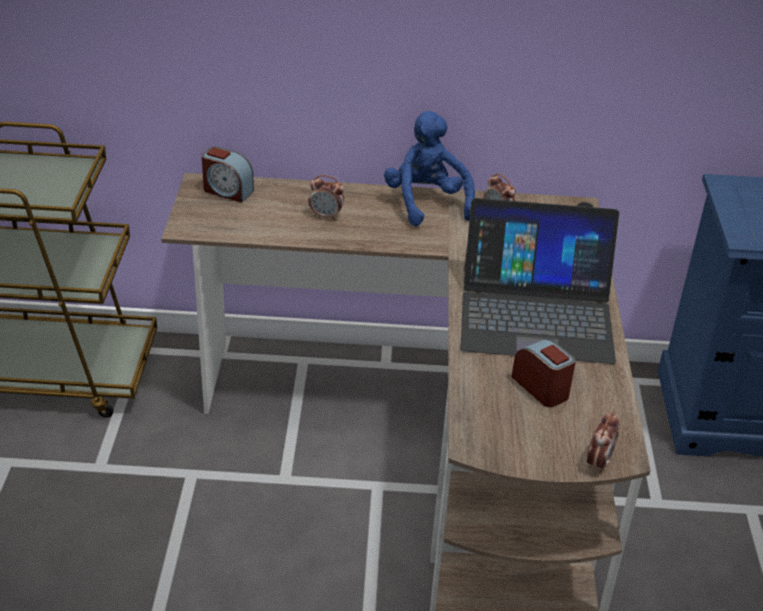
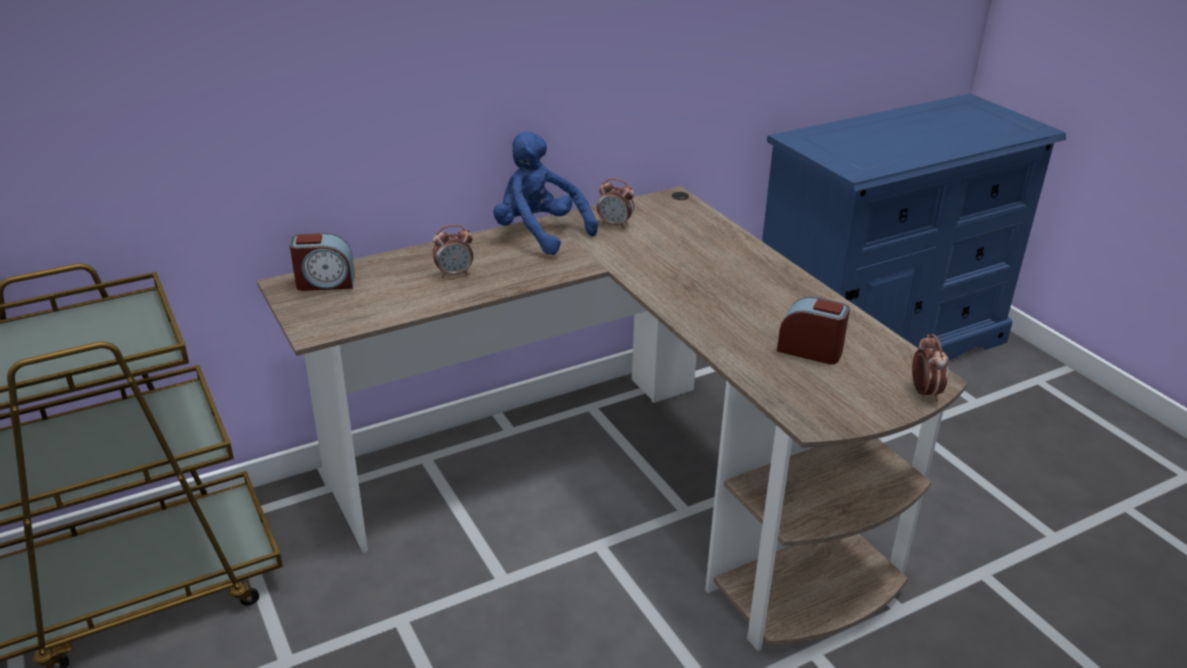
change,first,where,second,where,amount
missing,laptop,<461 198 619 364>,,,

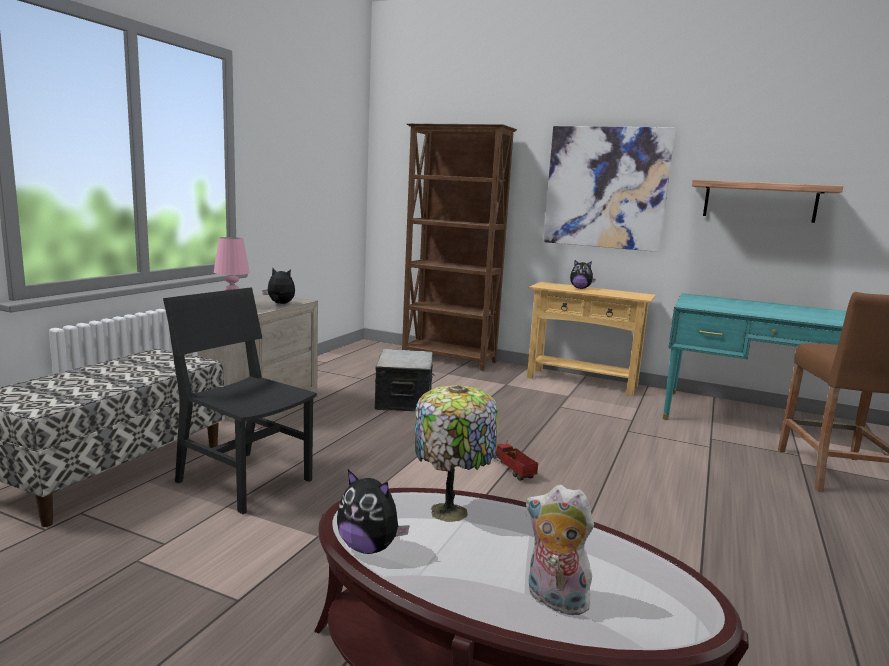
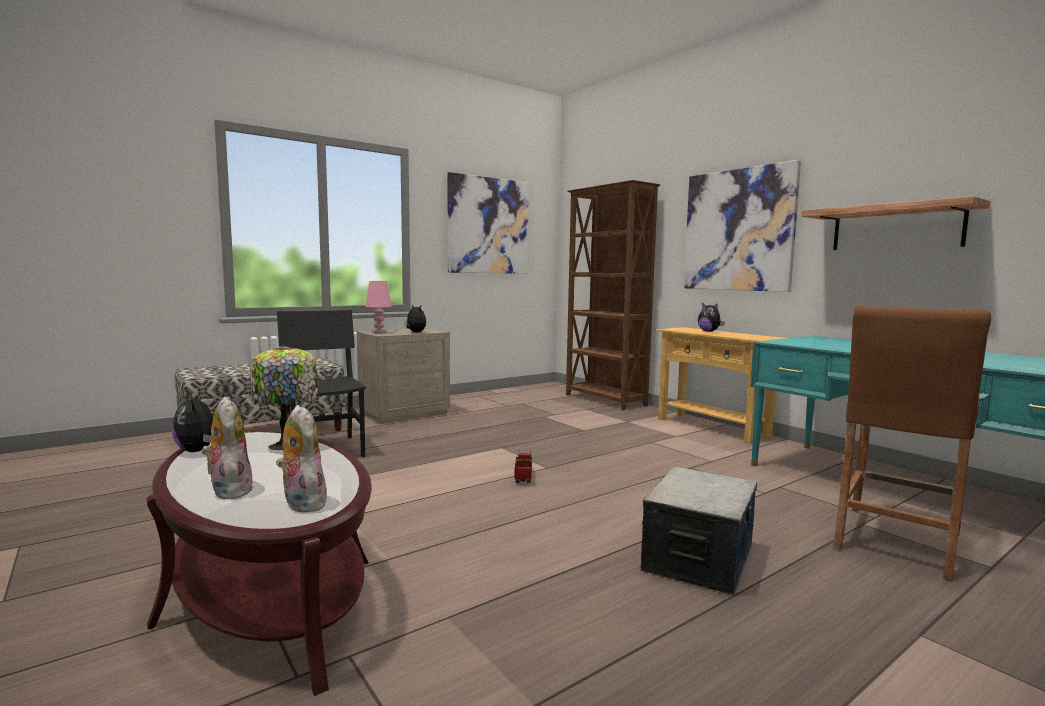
change,first,where,second,where,amount
relocated,storage bin,<375 349 434 411>,,<641 467 757 595>,
appeared,,,wall art,<447 172 529 274>,
appeared,,,soft toy,<276 405 327 513>,

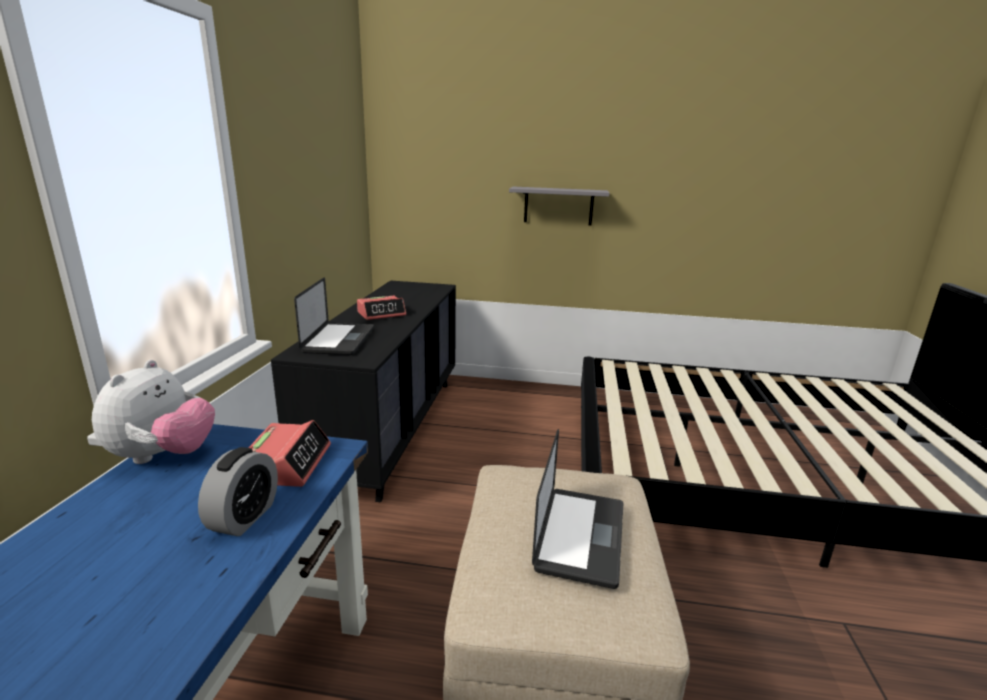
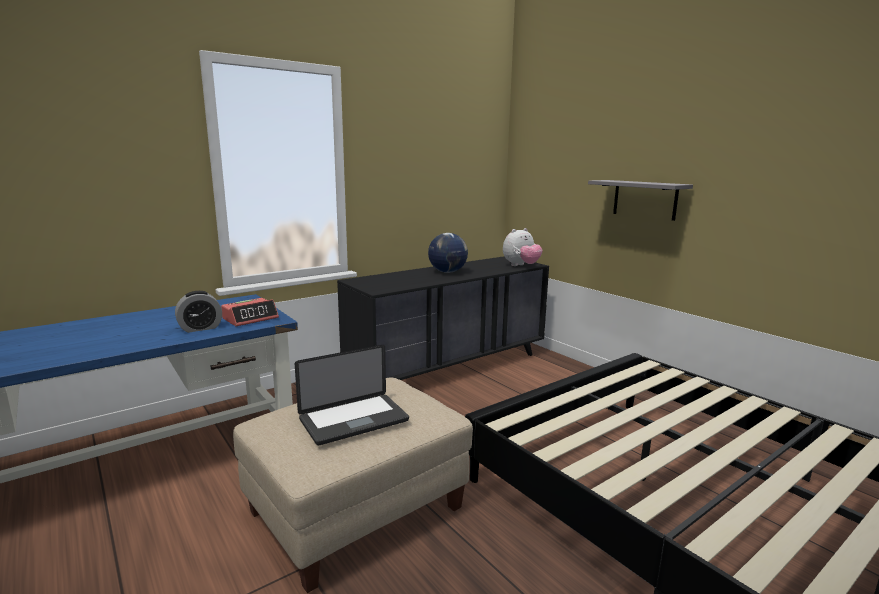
change,first,where,second,where,amount
missing,laptop,<294 278 374 355>,,,
exchanged,bedside clock,<357 296 406 320>,desk globe,<428 233 468 273>,
relocated,soft toy,<92 360 215 464>,,<503 228 543 266>,

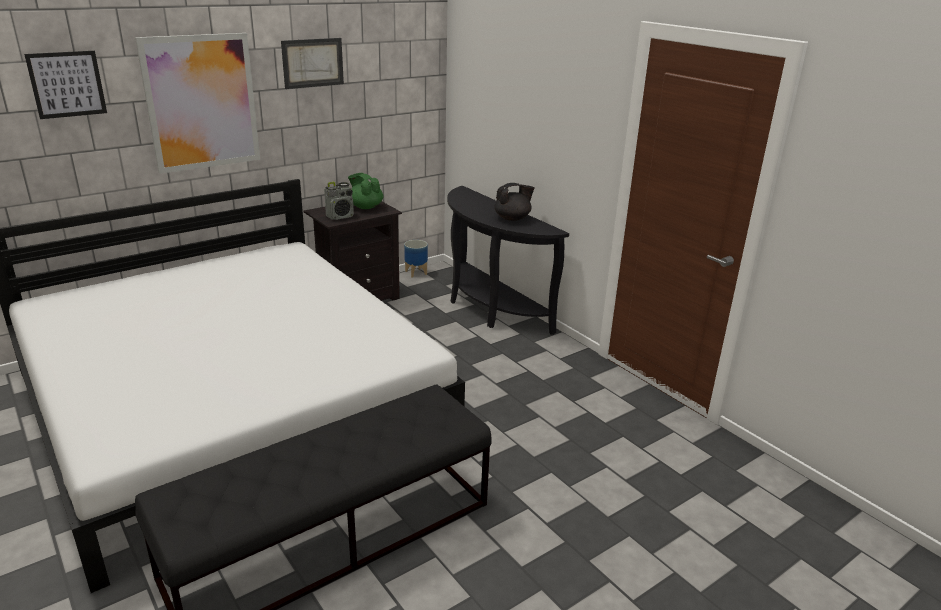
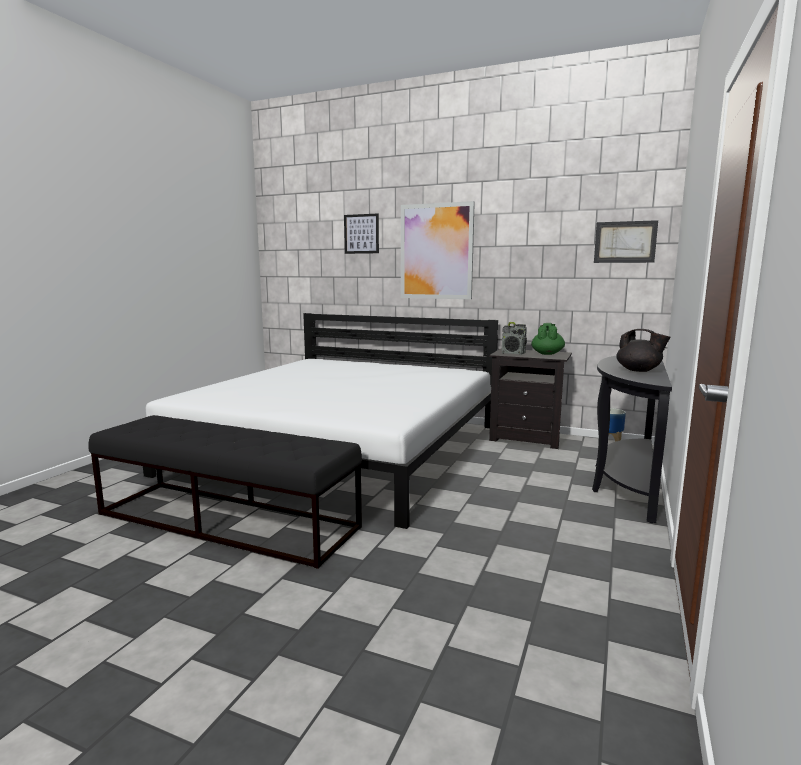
change,first,where,second,where,amount
relocated,wall art,<281 38 344 89>,,<594 220 658 263>,

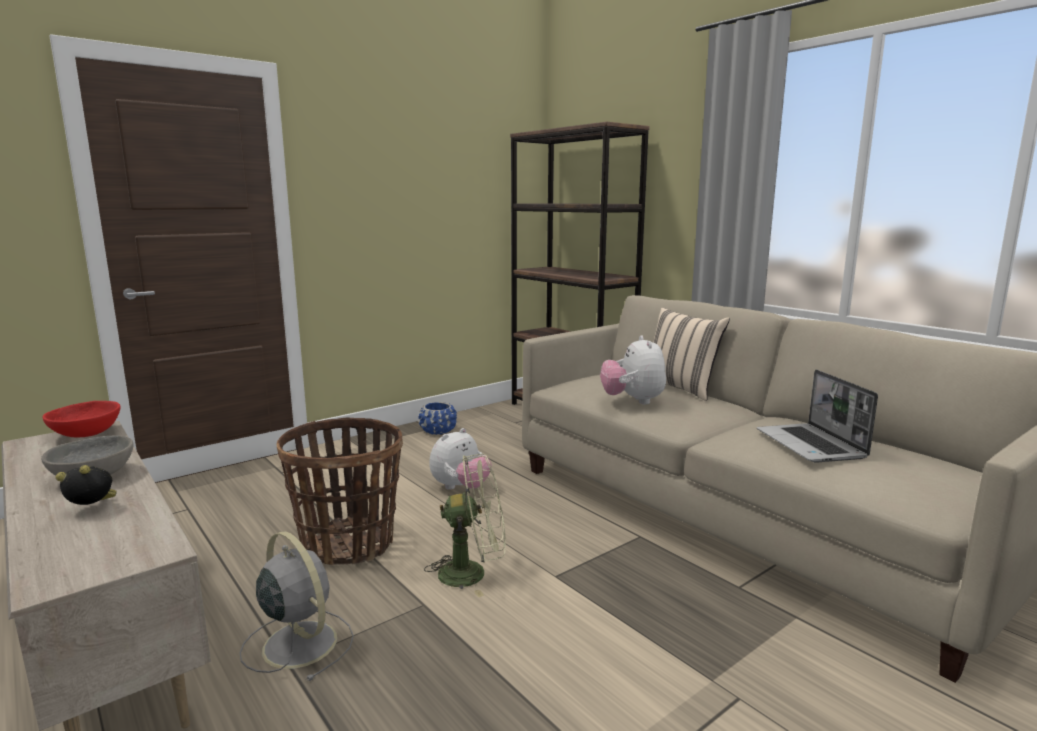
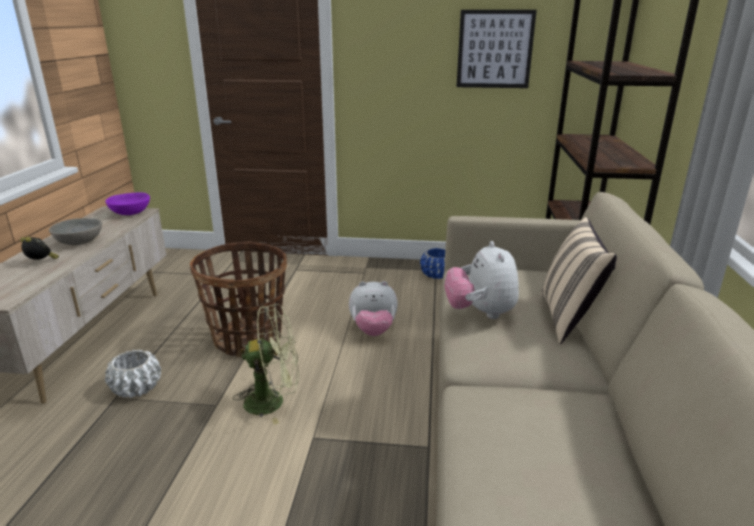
change,first,where,second,where,amount
spun,soft toy,<600 335 666 404>,,<444 241 519 319>,45 degrees counterclockwise
missing,laptop,<757 370 878 463>,,,
colour,reddish deep dish,<42 401 121 438>,purple deep dish,<105 193 150 215>,
spun,greenish cooling fan,<424 454 506 597>,,<233 304 299 425>,45 degrees counterclockwise
exchanged,gray cooling fan,<240 531 354 681>,whitish plant pot,<105 350 161 398>,
appeared,,,wall art,<456 10 537 88>,

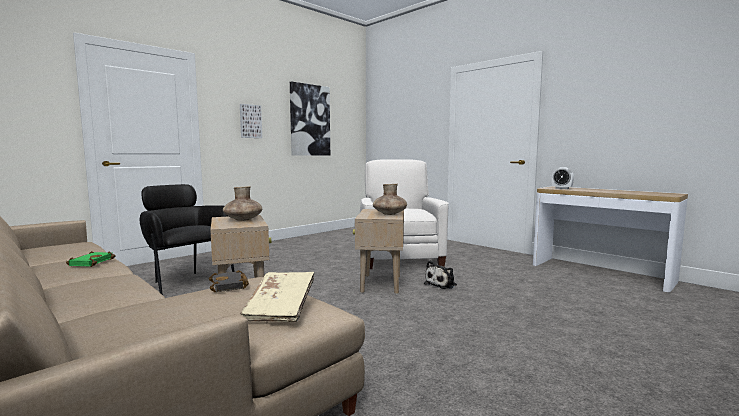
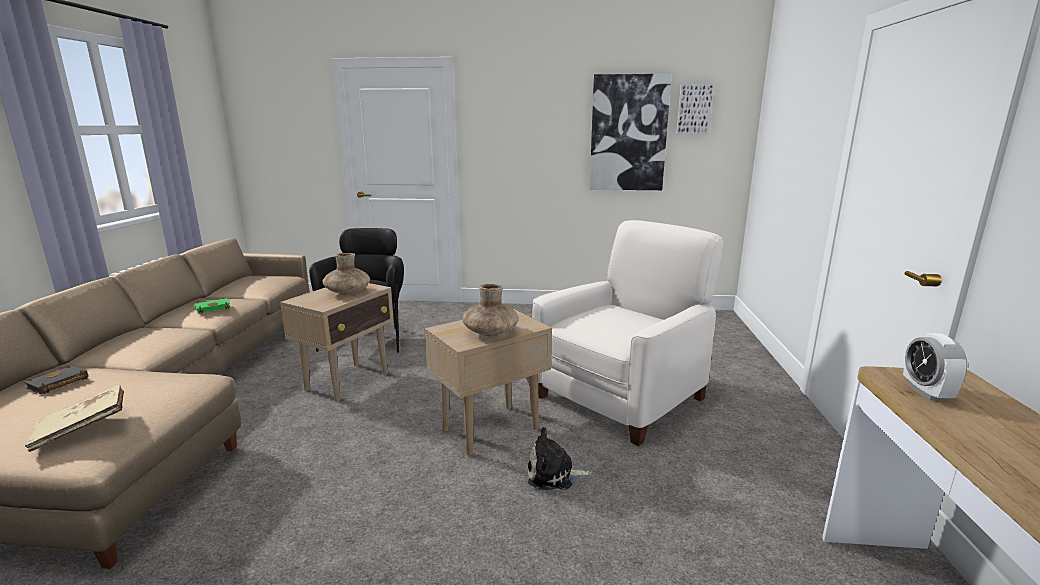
change,first,where,second,where,amount
relocated,wall art,<240 104 262 138>,,<676 84 714 134>,
relocated,black-coloured volume,<209 270 248 292>,,<24 365 89 394>,

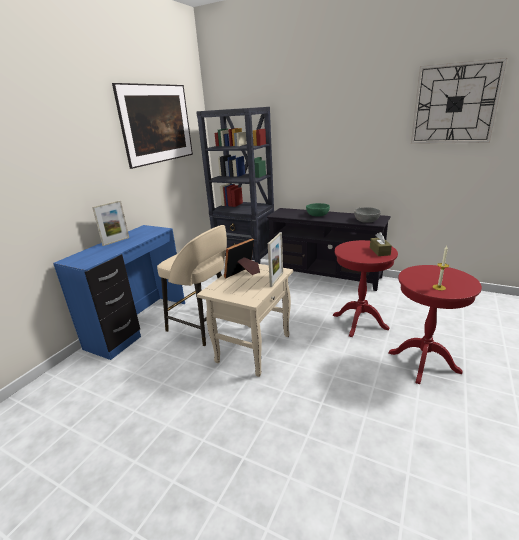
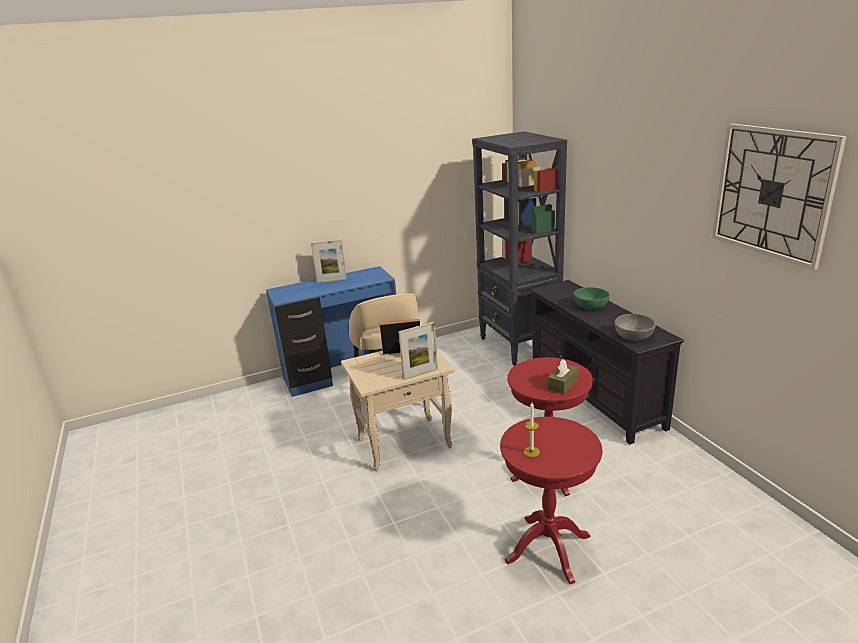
change,first,where,second,where,amount
missing,wall art,<112 83 193 169>,,,

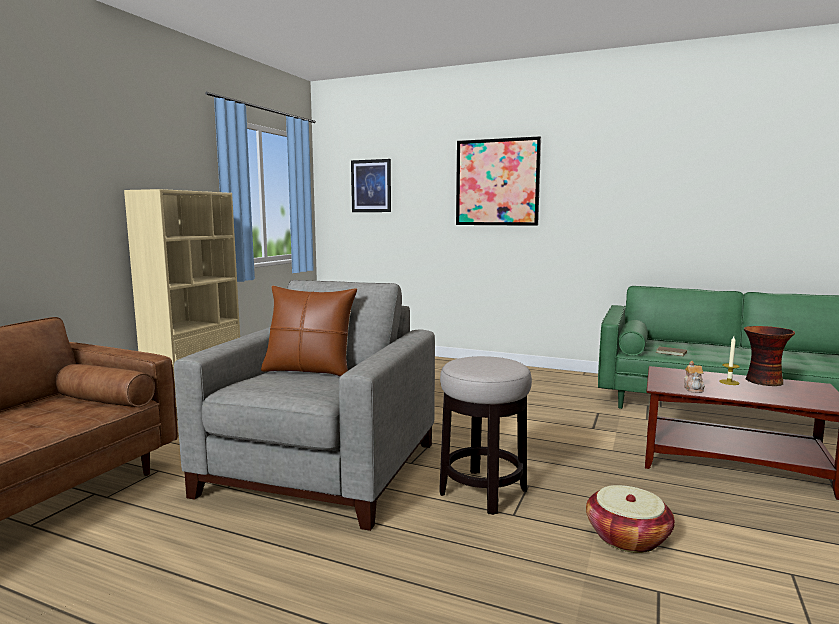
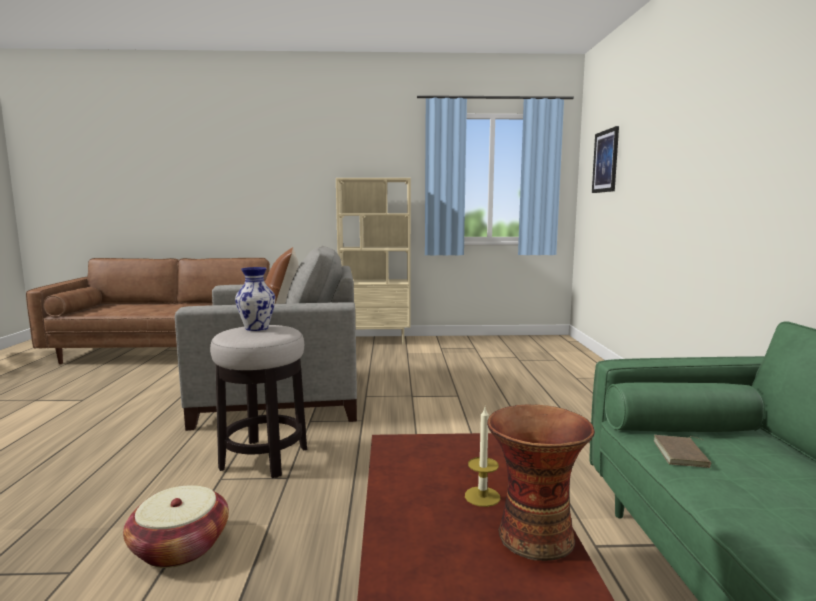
change,first,where,second,where,amount
missing,wall art,<456 136 541 226>,,,
missing,teapot,<684 361 705 393>,,,
appeared,,,decorative vase,<235 267 275 331>,

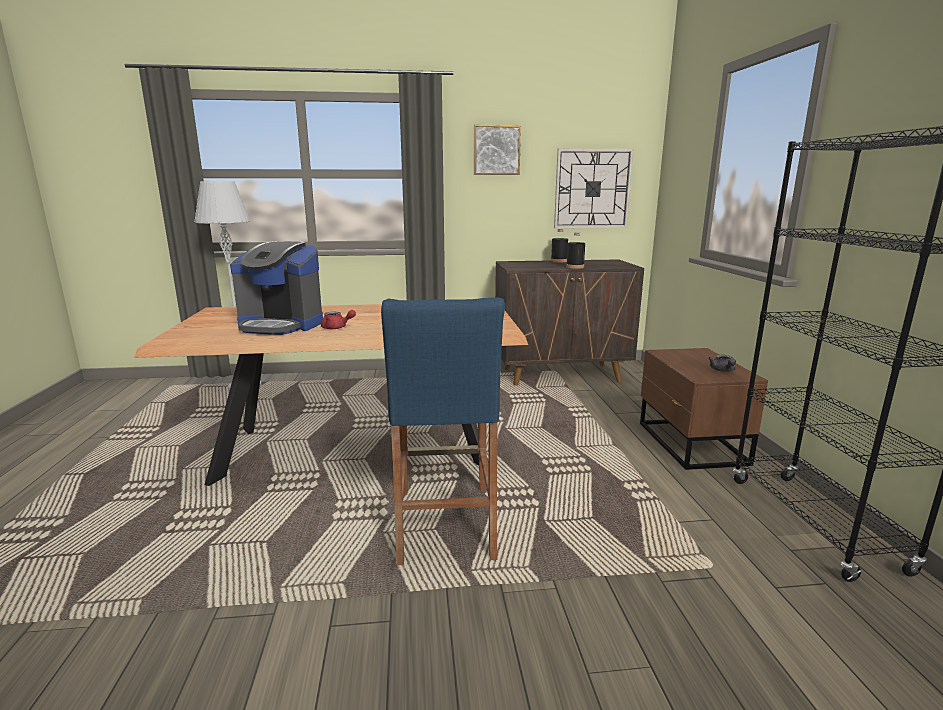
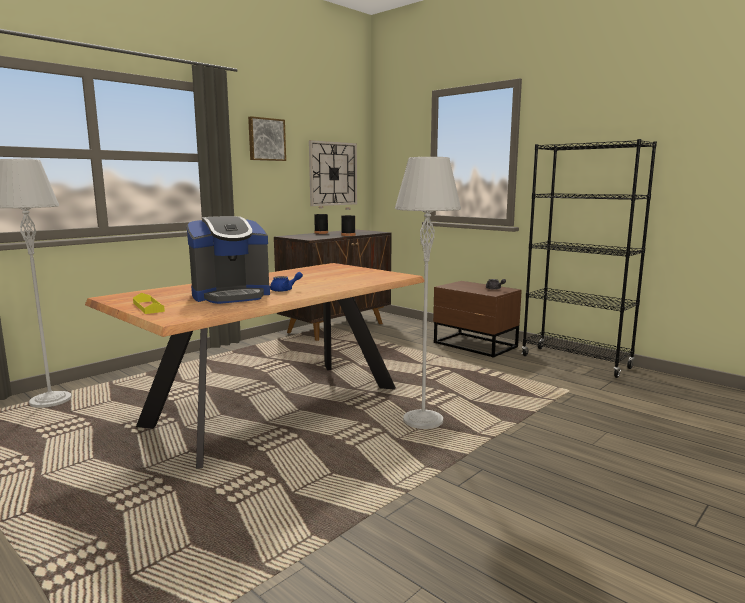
change,first,where,second,where,amount
exchanged,blue-coloured stool seat,<381 297 505 565>,gray standing lamp,<395 157 461 429>,
colour,reddish teapot,<321 310 356 329>,blue-coloured teapot,<270 272 303 292>,
appeared,,,yellow-coloured carrying tray,<133 293 165 314>,

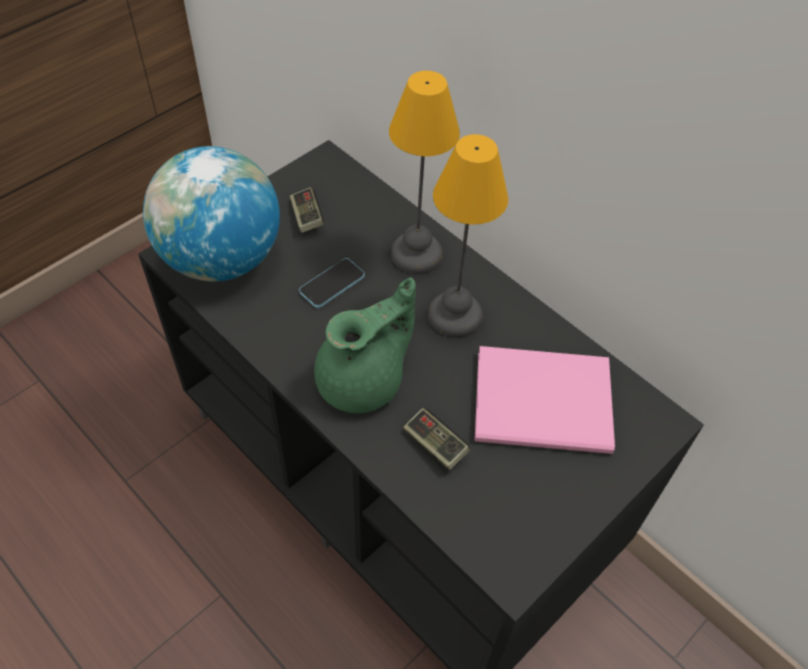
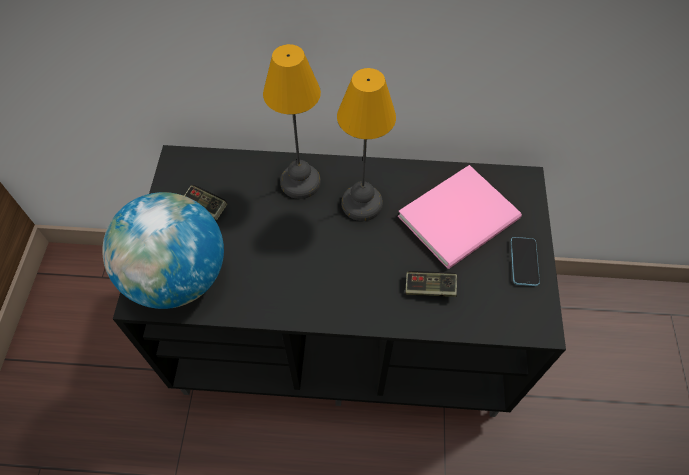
change,first,where,second,where,amount
relocated,phone,<299 258 365 308>,,<510 237 540 286>,
missing,greenish teapot,<314 277 415 413>,,,

